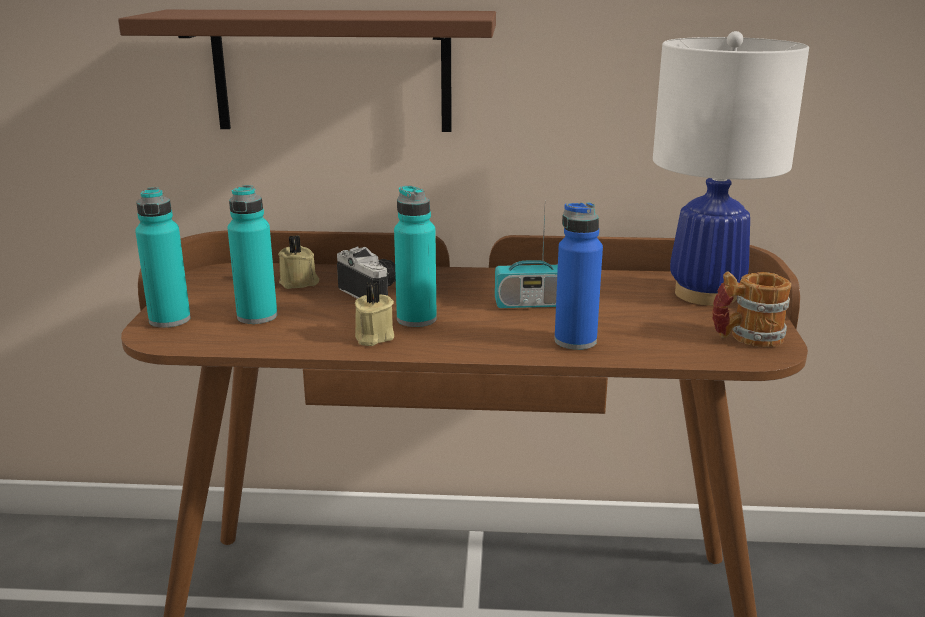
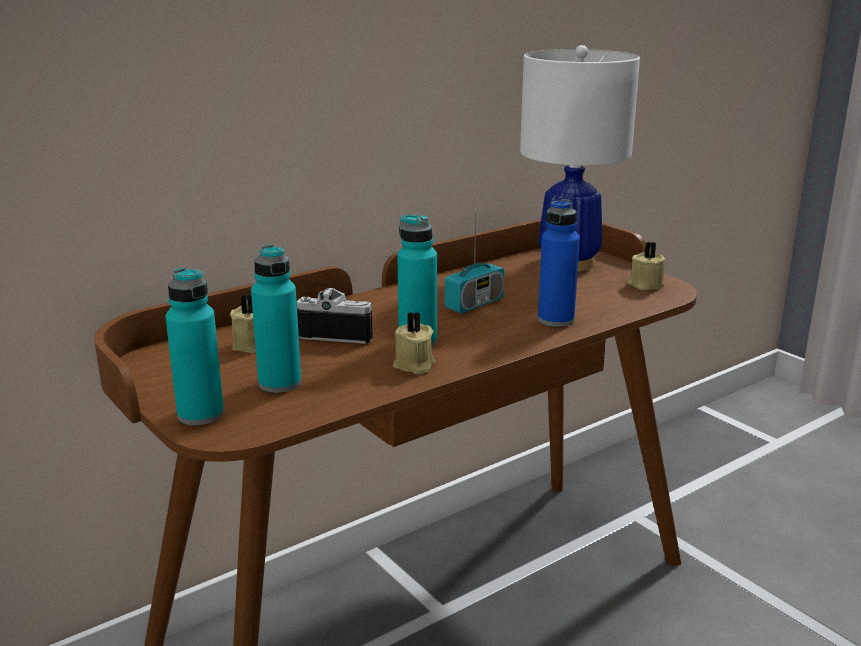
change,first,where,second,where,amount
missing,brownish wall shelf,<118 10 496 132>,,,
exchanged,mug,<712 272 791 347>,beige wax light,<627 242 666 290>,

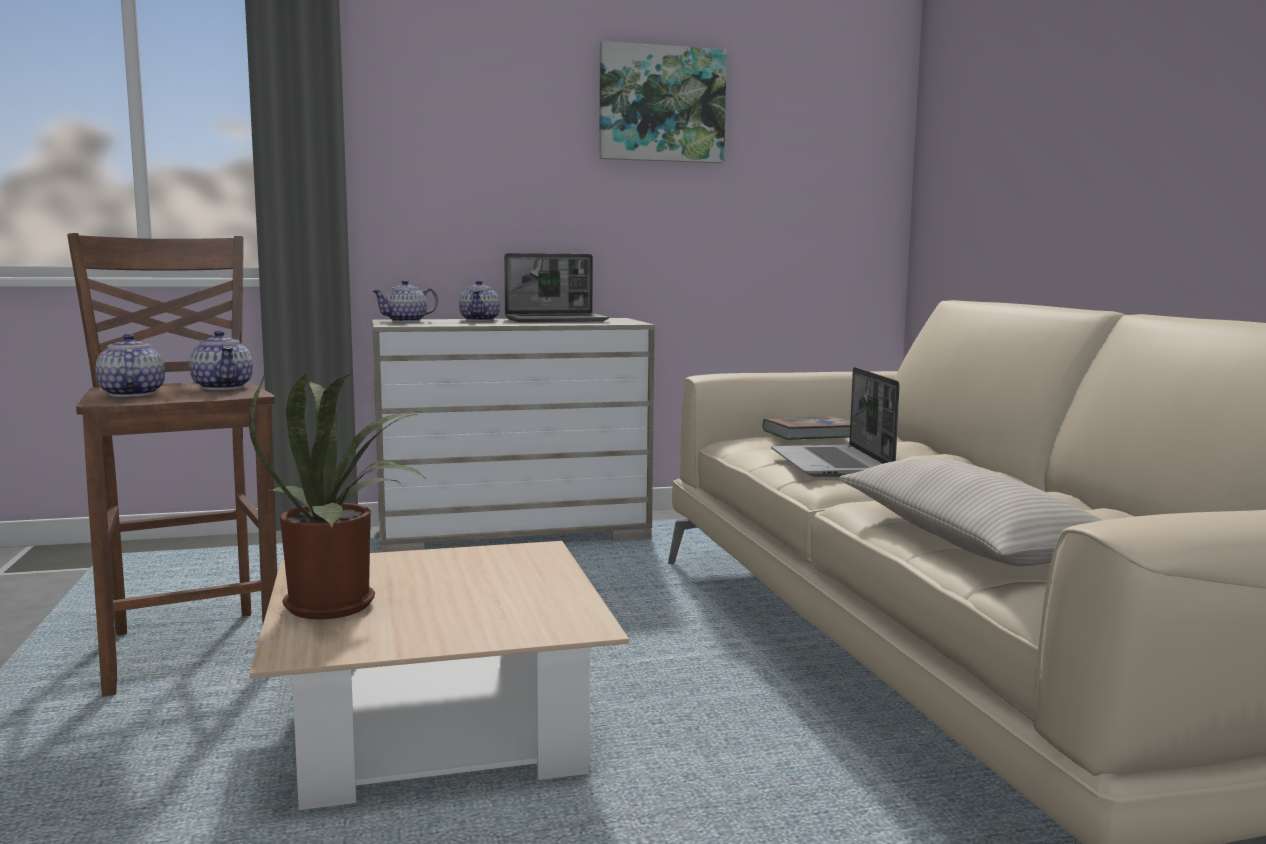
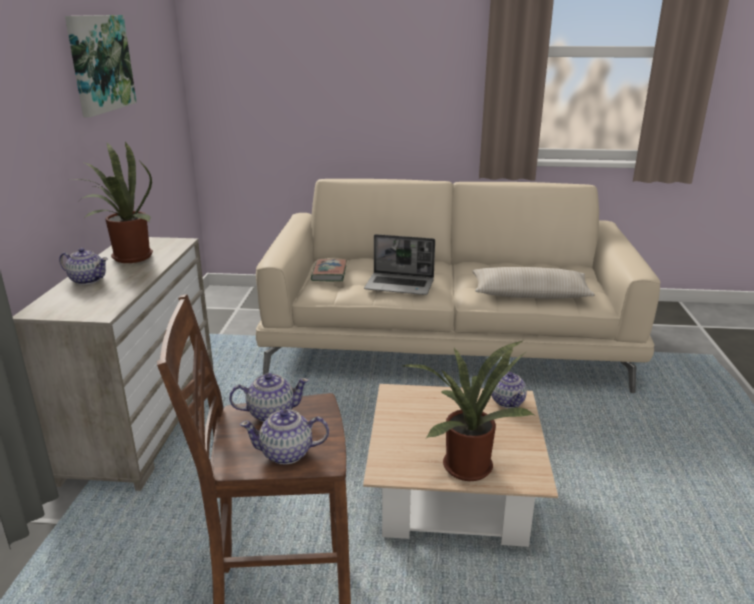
change,first,where,second,where,amount
exchanged,laptop,<504 253 609 322>,plant in a pot,<70 142 153 263>,
relocated,teapot,<372 280 438 322>,,<492 372 527 408>,

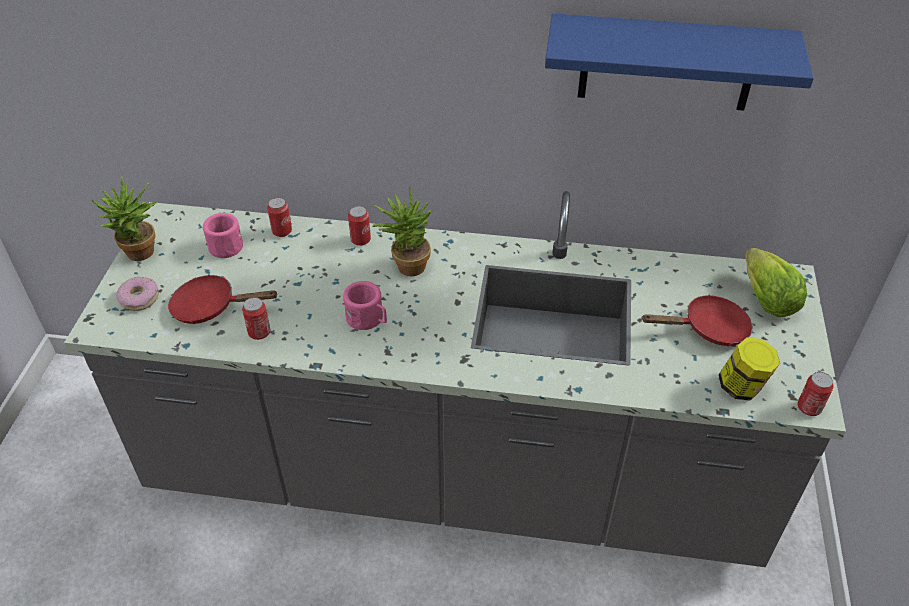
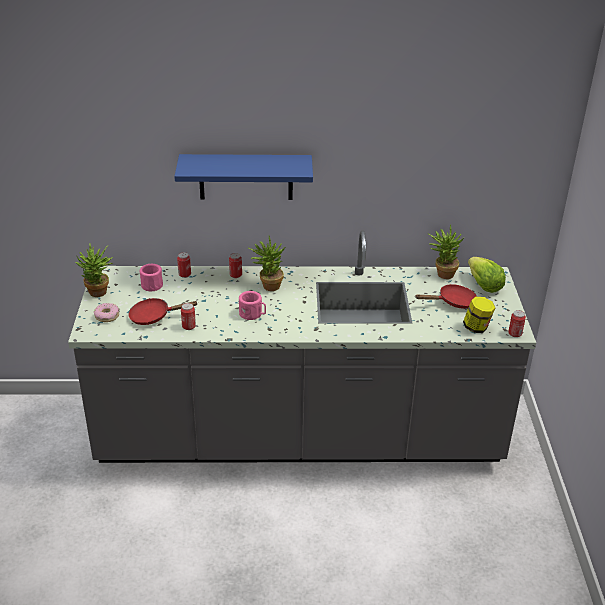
change,first,where,second,where,amount
relocated,blue-coloured wall shelf,<545 14 814 111>,,<174 154 313 200>,
appeared,,,plant in a pot,<428 224 464 279>,

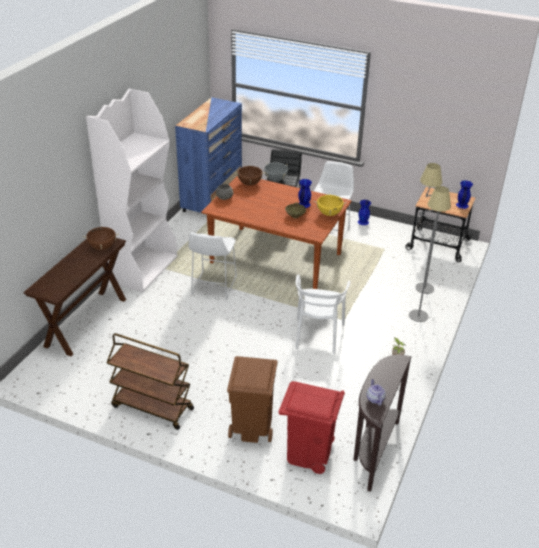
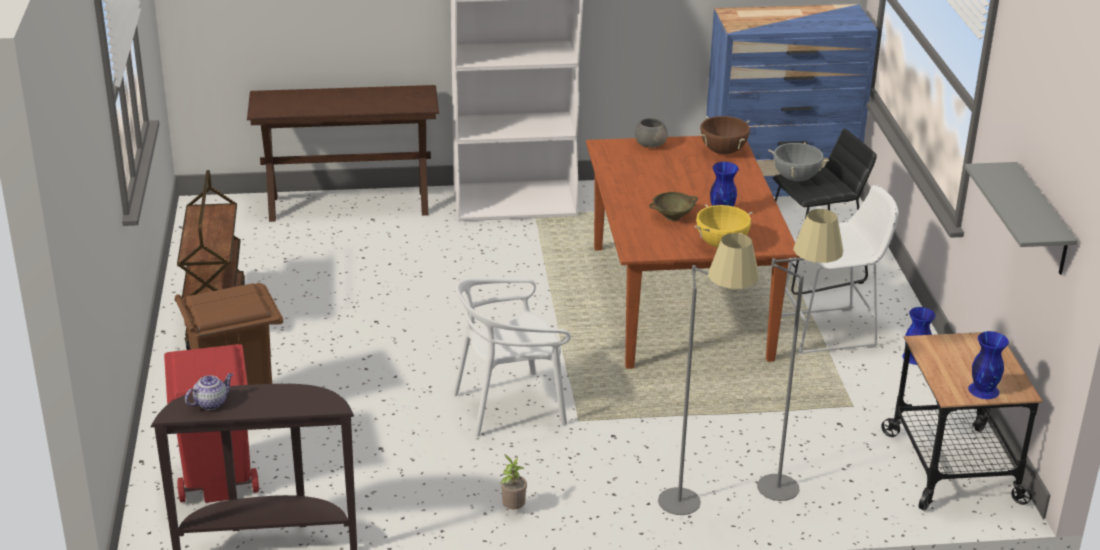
change,first,where,second,where,amount
missing,brownish cooking pot,<83 226 119 250>,,,
missing,whitish stool seat,<188 232 237 300>,,,
appeared,,,gray wall shelf,<964 162 1078 275>,

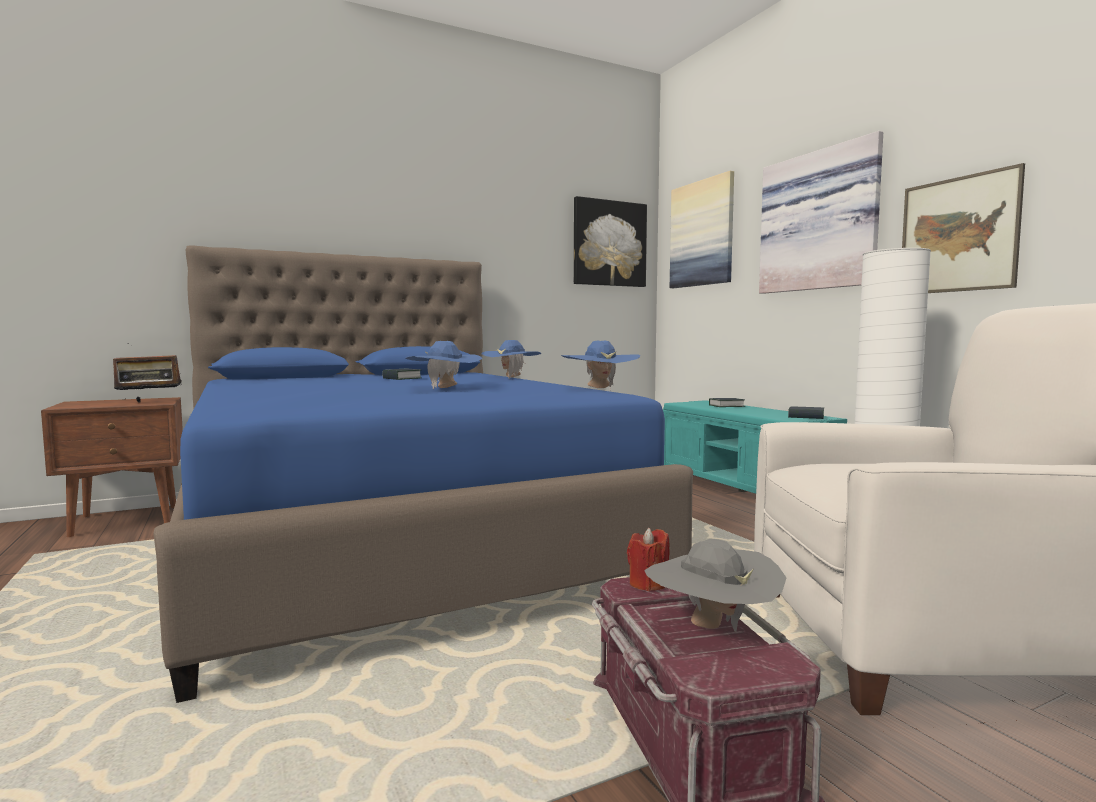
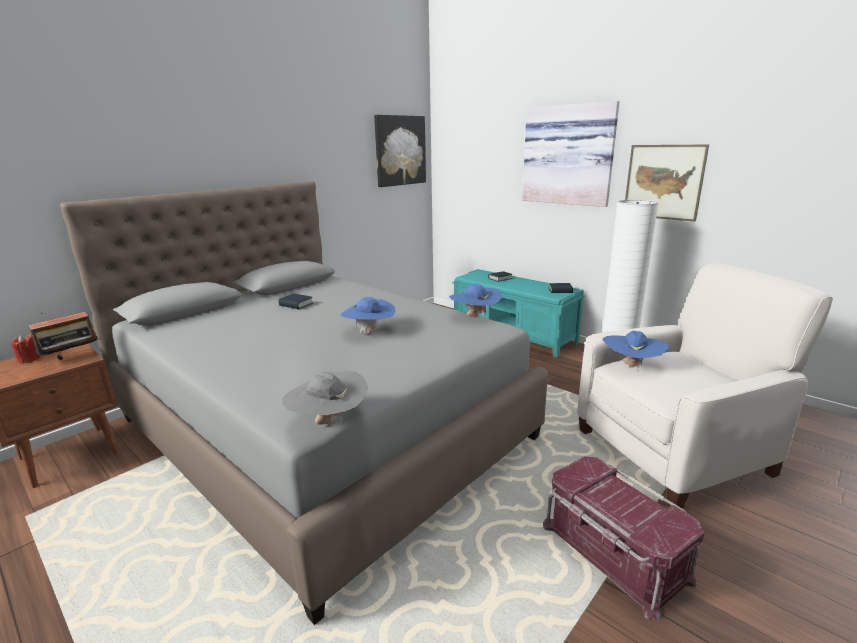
change,first,where,second,where,amount
missing,wall art,<670 171 734 288>,,,
colour,blue-coloured sleeping bed,<153 245 693 703>,gray sleeping bed,<60 181 548 625>,
relocated,blue-coloured wearable hat,<482 340 541 379>,,<602 331 669 370>,
relocated,reddish wax light,<627 528 670 591>,,<11 334 41 364>,
relocated,gray wearable hat,<644 539 786 632>,,<282 371 368 424>,

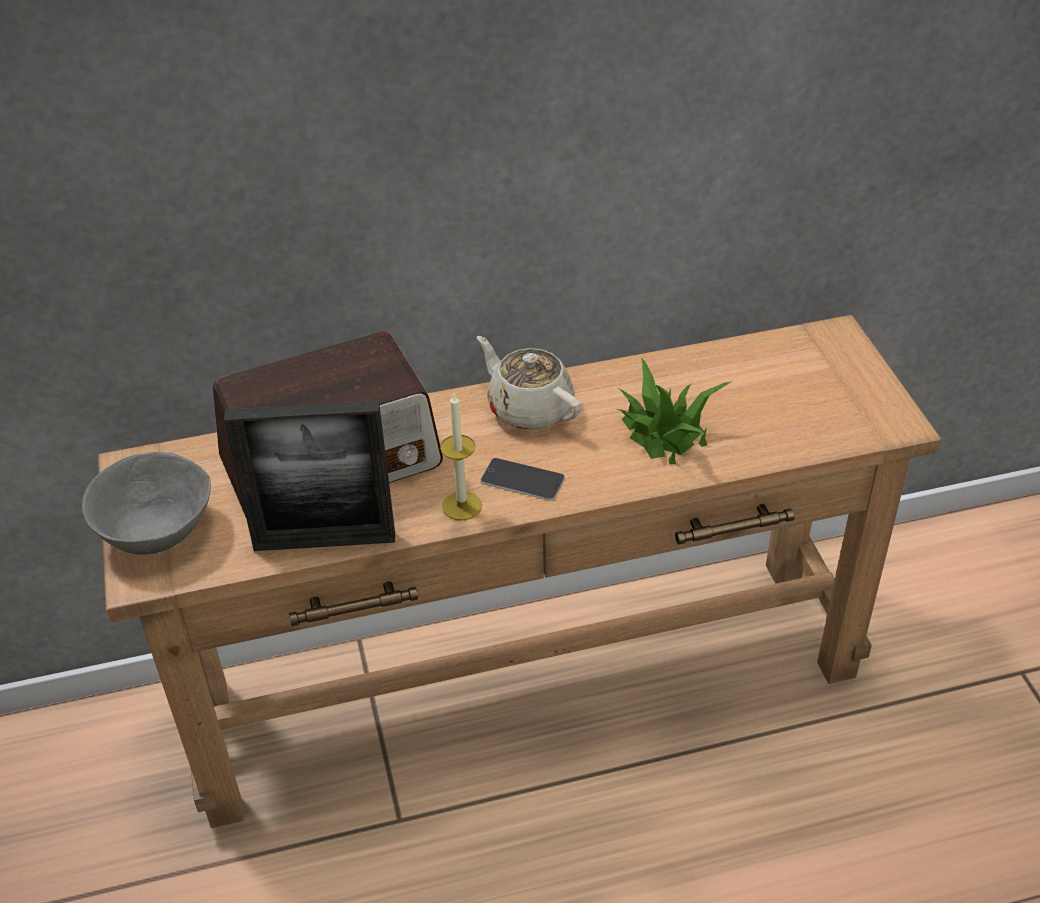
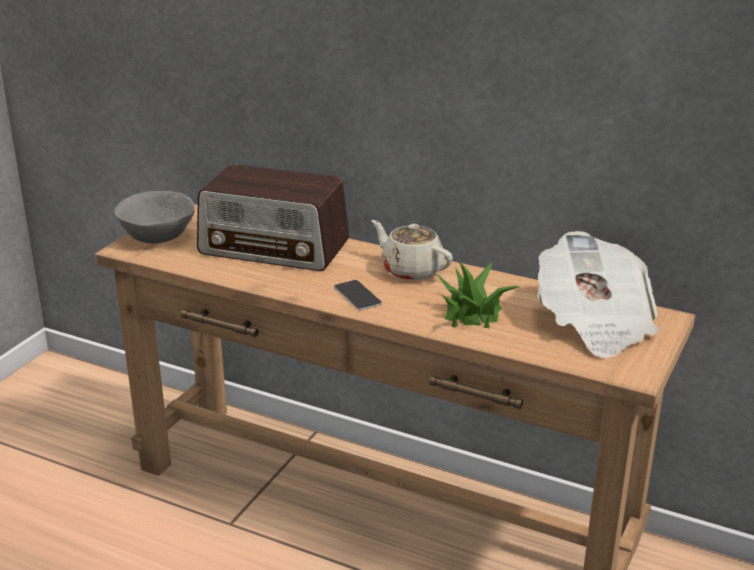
change,first,where,second,where,amount
spun,beige teapot,<477 336 581 430>,,<371 220 453 280>,45 degrees counterclockwise
missing,wax light,<440 394 482 520>,,,
missing,standing frame,<224 401 395 551>,,,
appeared,,,newspaper,<538 231 659 358>,

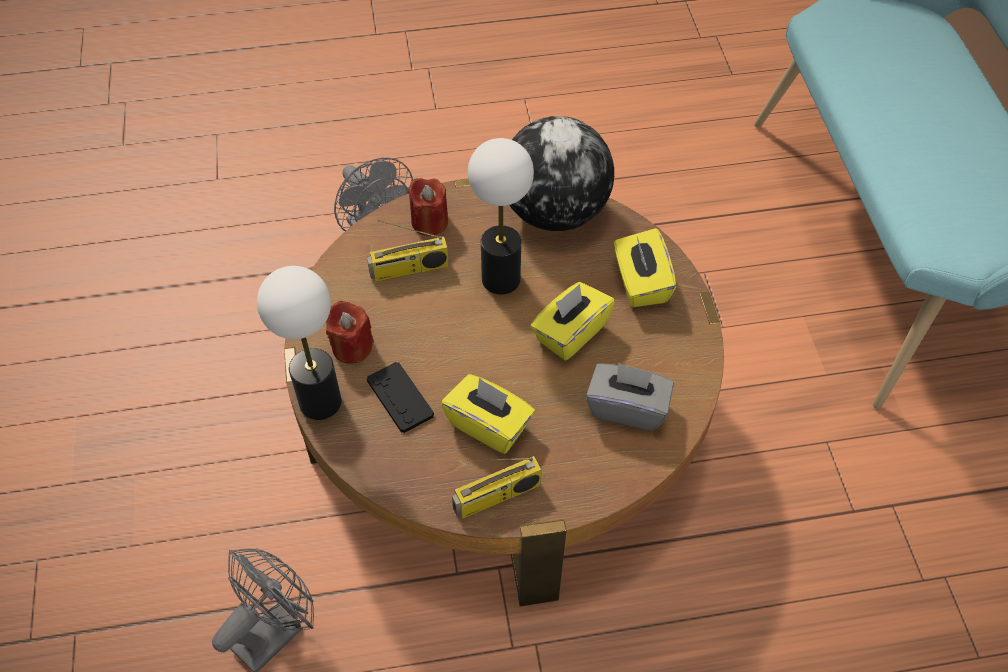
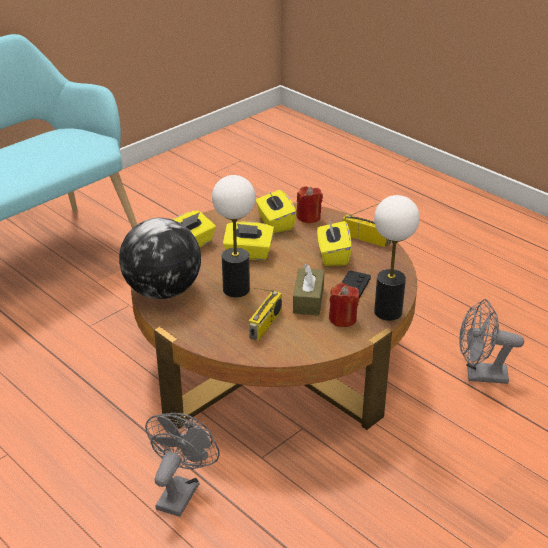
change,first,where,second,where,amount
relocated,reddish wax light,<408 178 448 236>,,<296 187 323 224>,
spun,radio,<367 220 449 282>,,<249 288 282 341>,75 degrees clockwise
colour,gray tissue holder,<586 363 674 431>,yellow-coloured tissue holder,<256 190 297 233>,
appeared,,,brownish tissue holder,<293 264 324 316>,

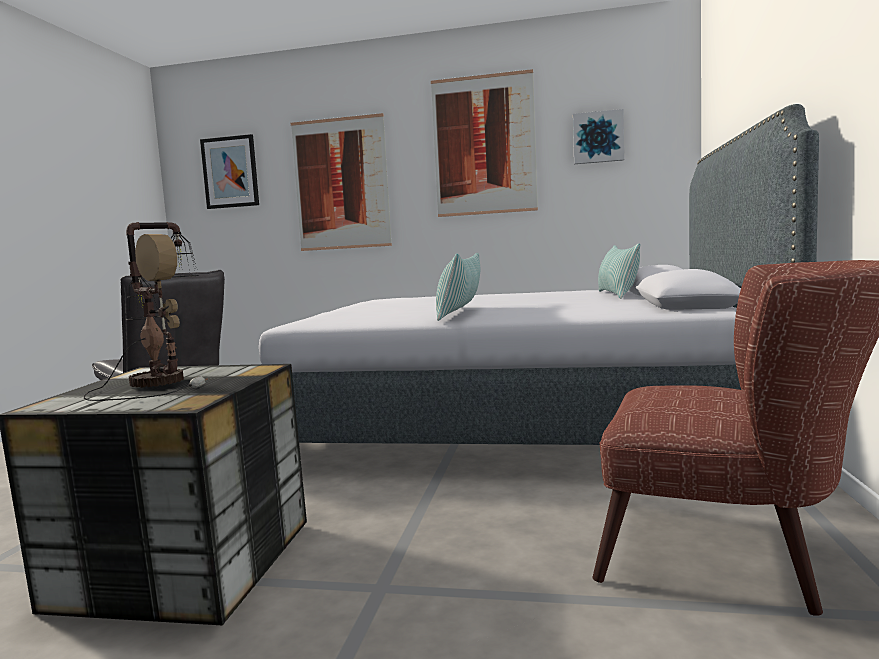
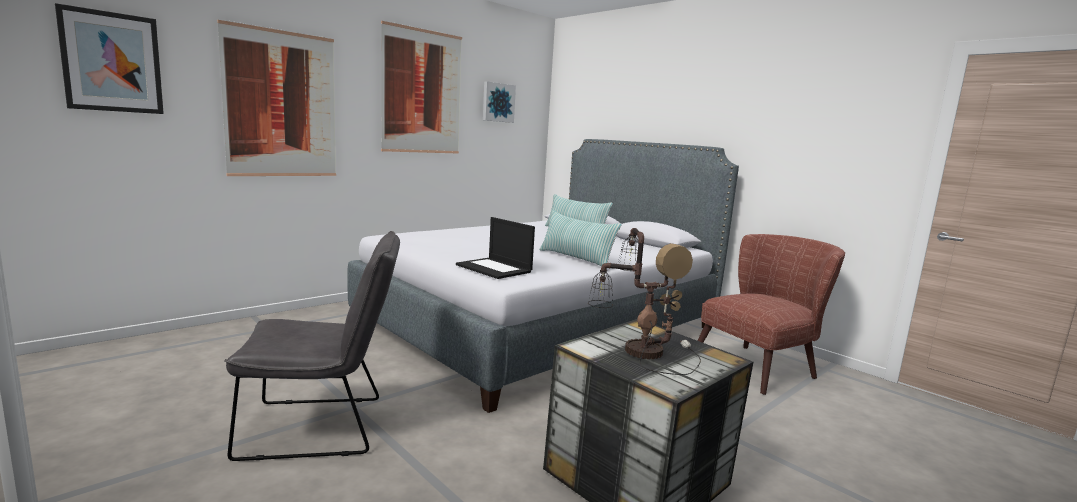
change,first,where,second,where,amount
appeared,,,laptop,<456 217 535 279>,

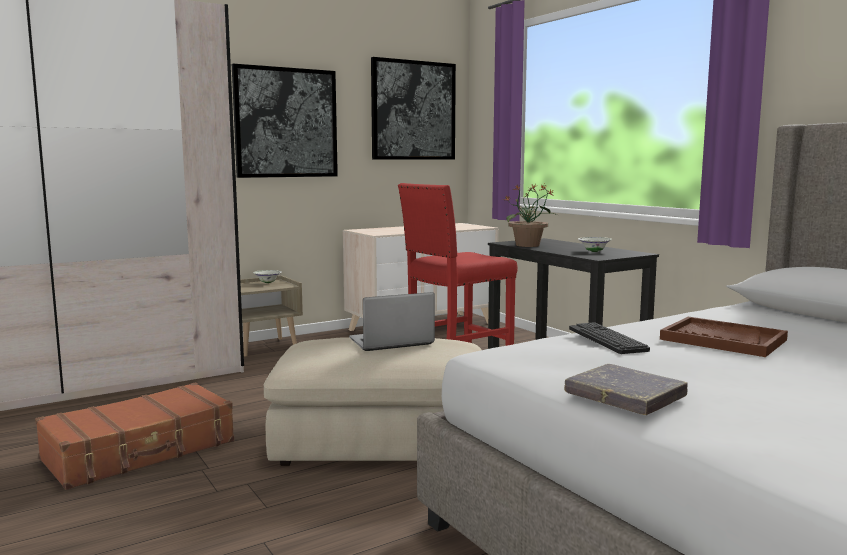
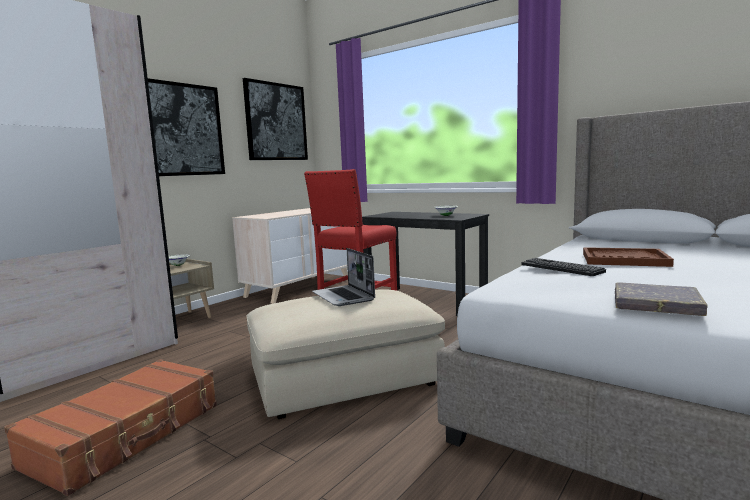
change,first,where,second,where,amount
missing,plant in a pot,<505 184 559 247>,,,
spun,laptop,<349 292 435 351>,,<312 248 375 306>,75 degrees counterclockwise

